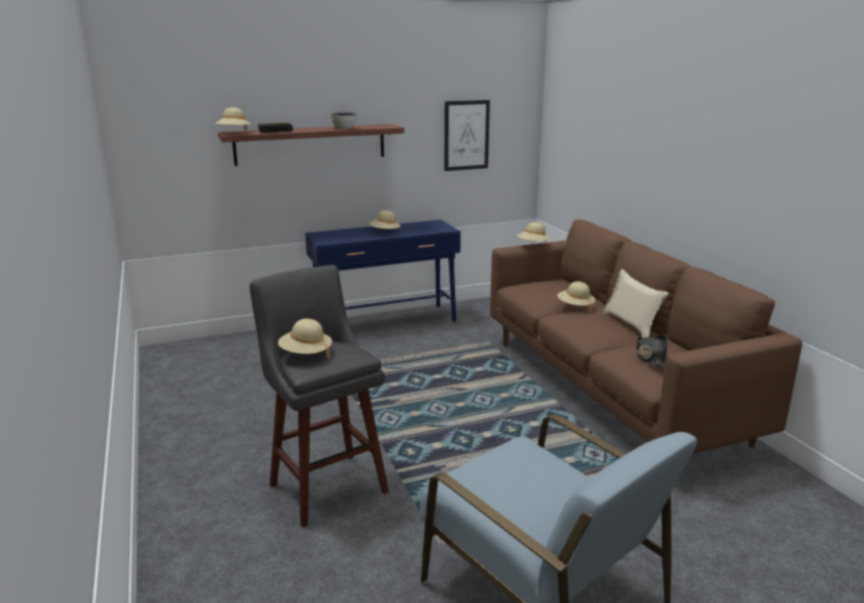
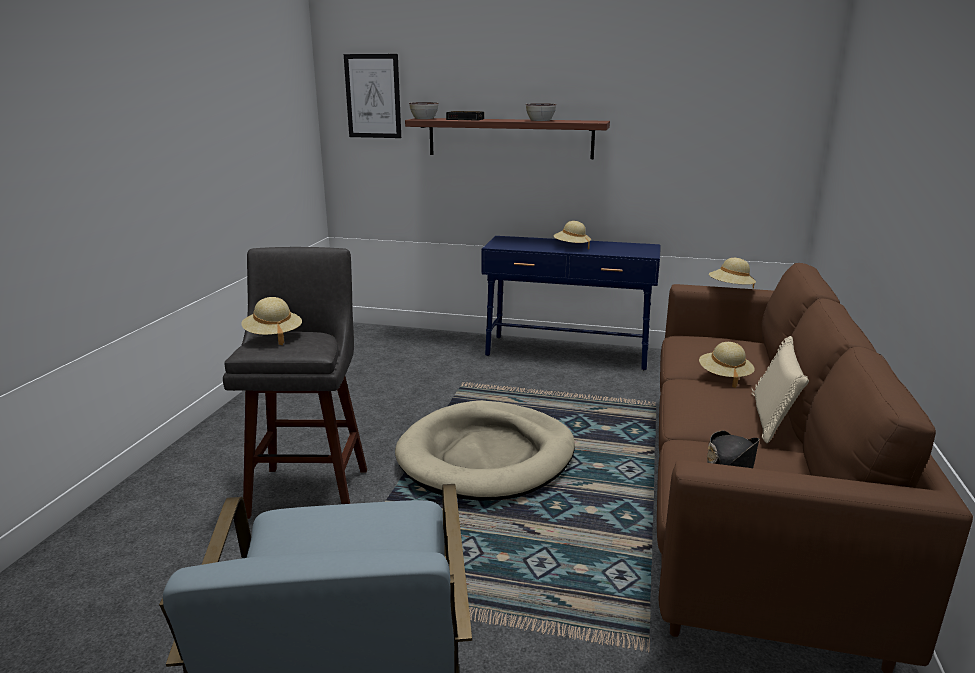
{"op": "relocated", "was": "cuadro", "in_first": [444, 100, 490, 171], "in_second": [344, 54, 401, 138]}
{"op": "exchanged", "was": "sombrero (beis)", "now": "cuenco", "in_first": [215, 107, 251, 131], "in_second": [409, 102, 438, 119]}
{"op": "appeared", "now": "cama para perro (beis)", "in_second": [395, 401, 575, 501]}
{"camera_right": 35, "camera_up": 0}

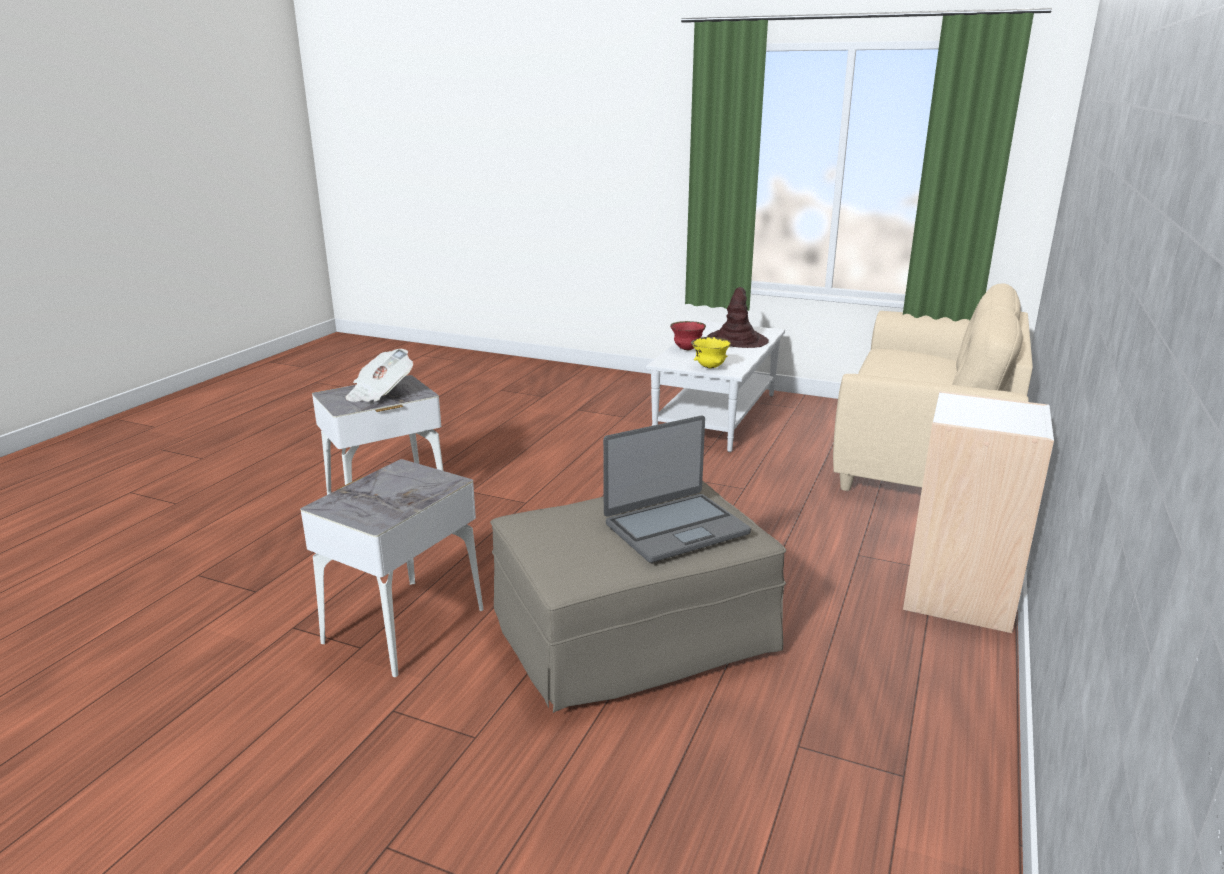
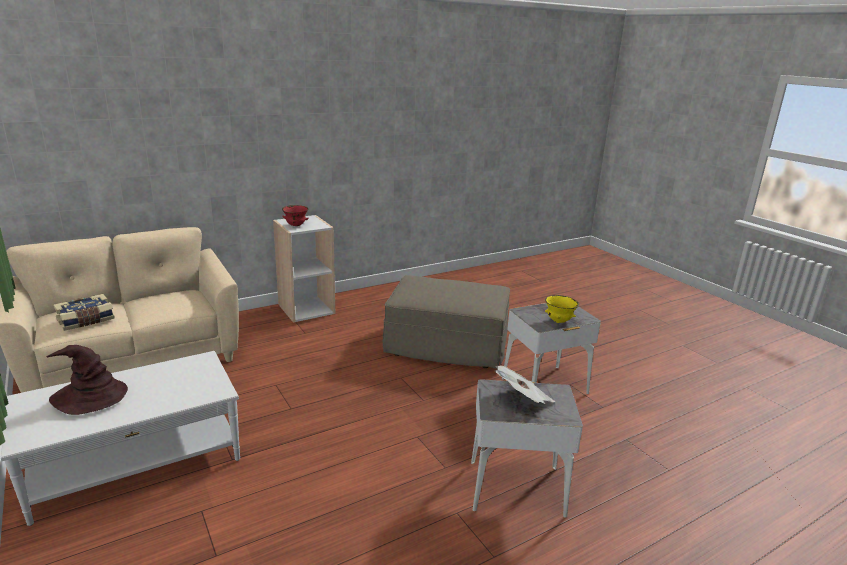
{"op": "relocated", "was": "cuenco (rojo)", "in_first": [670, 321, 706, 350], "in_second": [282, 205, 309, 226]}
{"op": "relocated", "was": "cuenco (amarillo)", "in_first": [691, 337, 731, 369], "in_second": [545, 295, 579, 323]}
{"op": "missing", "was": "portátil", "in_first": [603, 416, 751, 563]}
{"op": "appeared", "now": "libro", "in_second": [53, 294, 114, 331]}
{"camera_right": -145, "camera_up": 0}

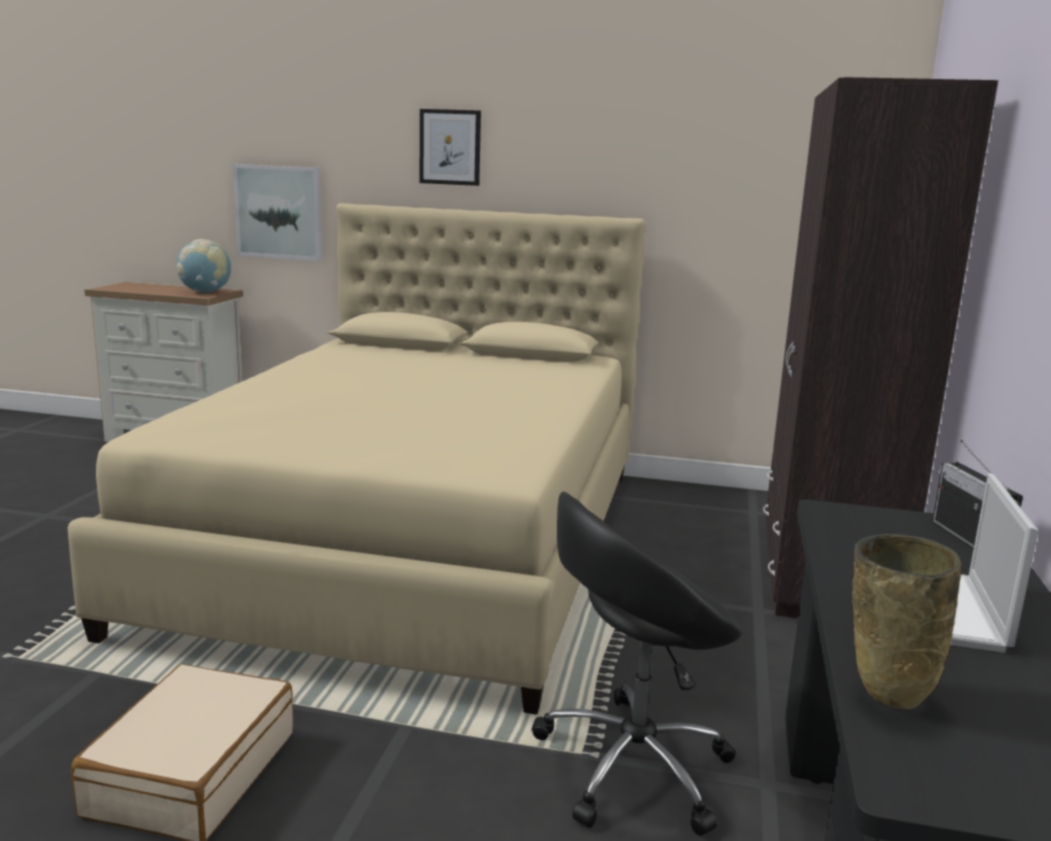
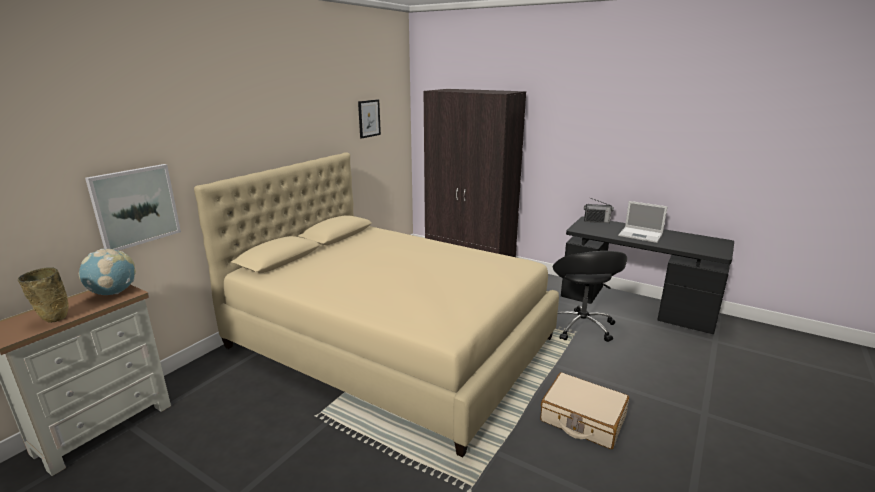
{"op": "relocated", "was": "cuadro", "in_first": [420, 109, 481, 186], "in_second": [358, 99, 381, 139]}
{"op": "relocated", "was": "florero (beis)", "in_first": [852, 534, 961, 709], "in_second": [18, 267, 69, 323]}
{"camera_right": -70, "camera_up": 5}

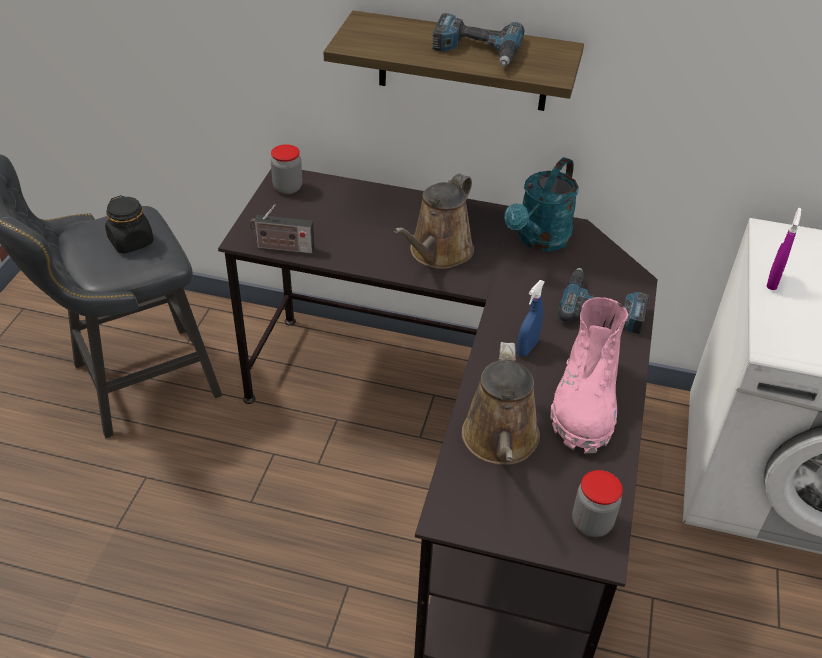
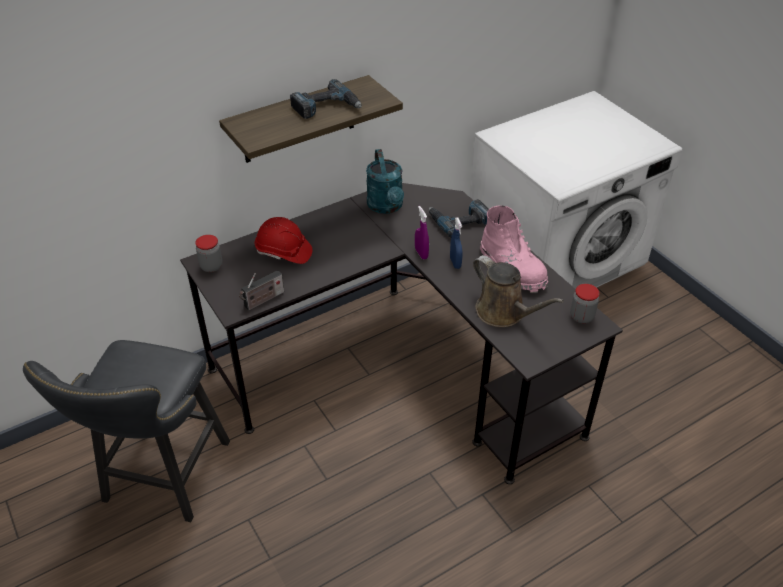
{"op": "missing", "was": "regadera (marrón)", "in_first": [394, 174, 474, 269]}
{"op": "missing", "was": "tarro (negro)", "in_first": [105, 195, 154, 254]}
{"op": "relocated", "was": "pulverizador (morado)", "in_first": [766, 208, 801, 290], "in_second": [415, 206, 429, 259]}
{"op": "appeared", "now": "casco (rojo)", "in_second": [255, 217, 313, 264]}
{"camera_right": -45, "camera_up": 0}

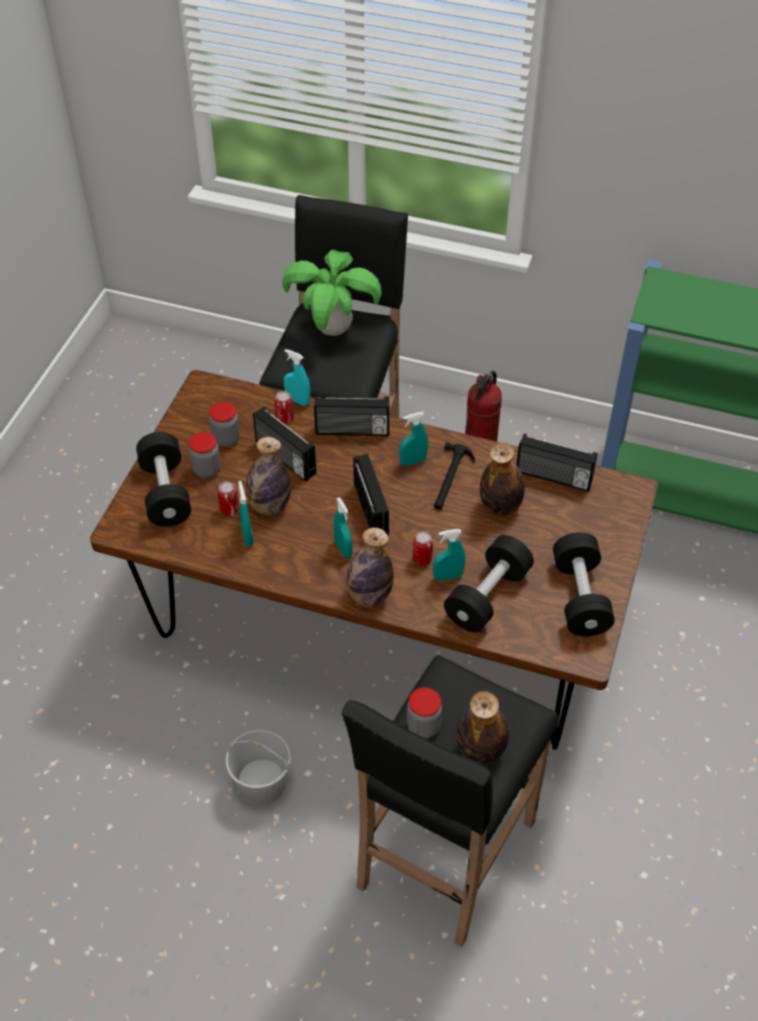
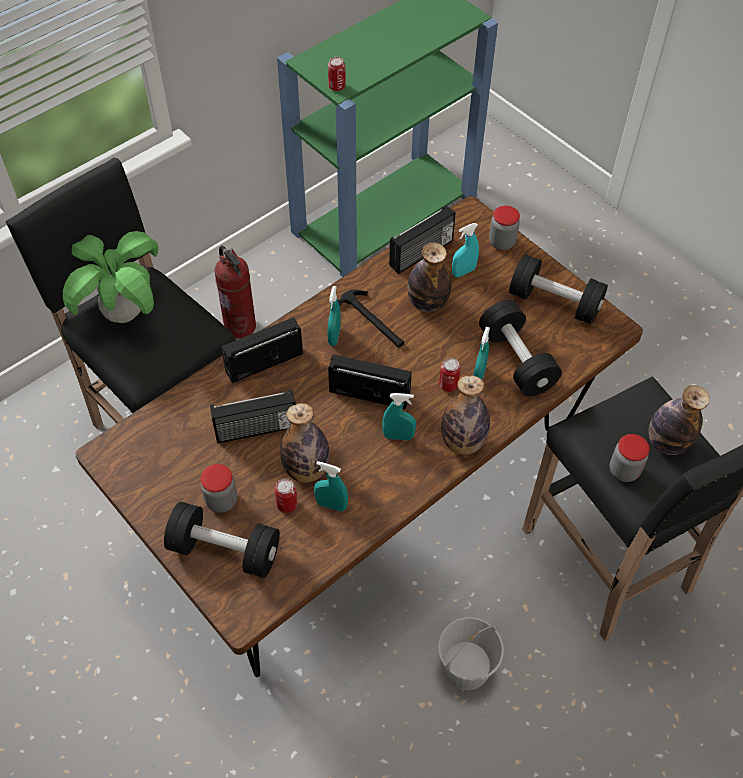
{"op": "relocated", "was": "pulverizador (turquesa)", "in_first": [284, 349, 310, 406], "in_second": [452, 223, 479, 277]}
{"op": "relocated", "was": "lata", "in_first": [274, 391, 294, 424], "in_second": [328, 57, 346, 91]}
{"op": "spun", "was": "radio", "in_first": [314, 396, 389, 436], "in_second": [221, 317, 303, 383], "clockwise": -150}
{"op": "relocated", "was": "tarro", "in_first": [209, 402, 240, 447], "in_second": [489, 206, 520, 250]}
{"camera_right": -60, "camera_up": 5}

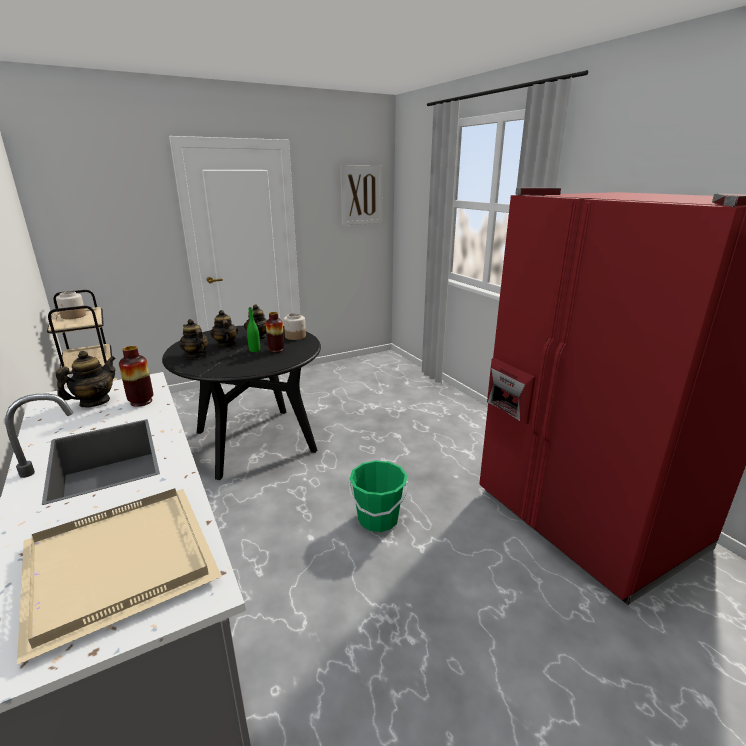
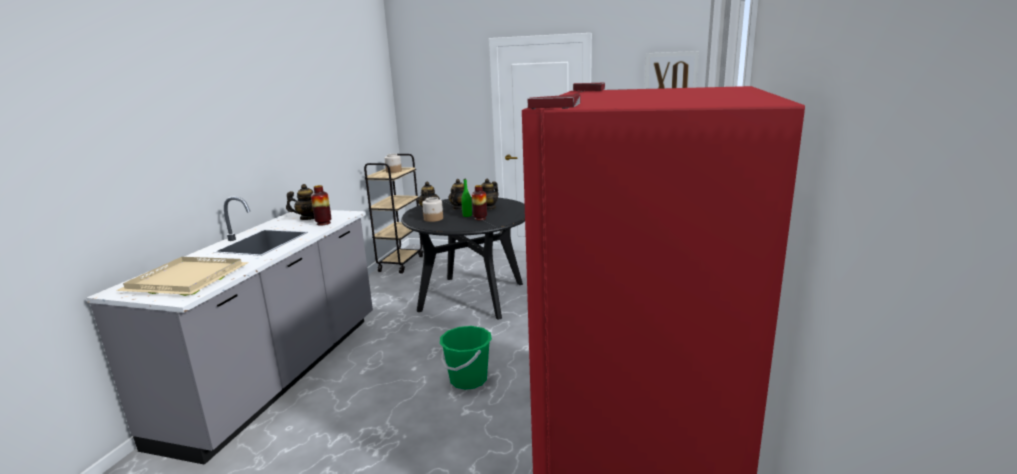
{"op": "relocated", "was": "tarro", "in_first": [284, 313, 306, 340], "in_second": [422, 197, 443, 222]}
{"camera_right": 45, "camera_up": -5}

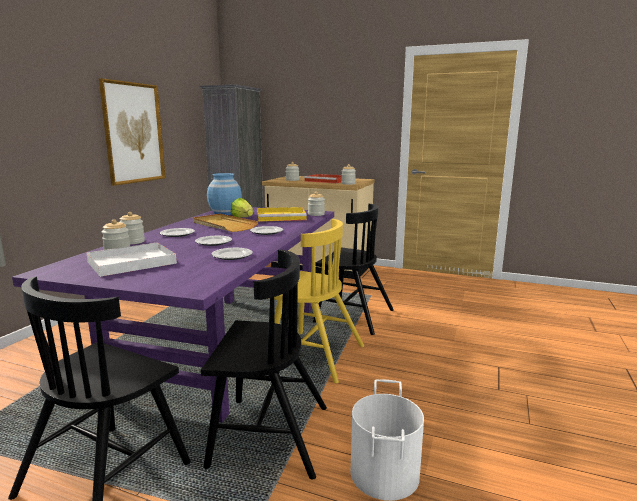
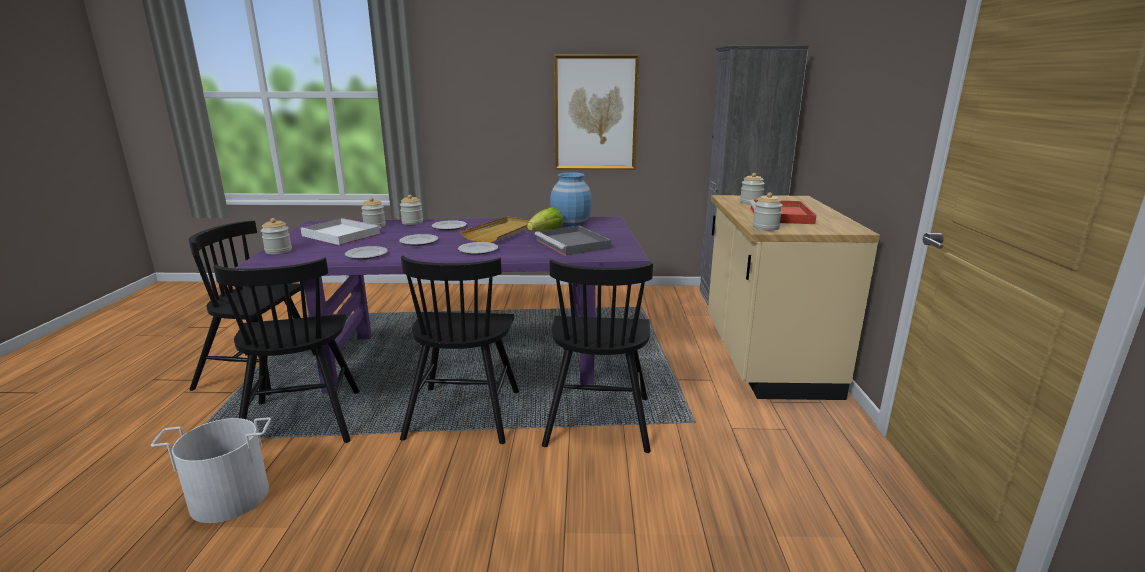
{"op": "relocated", "was": "tarro", "in_first": [308, 192, 325, 216], "in_second": [261, 218, 292, 254]}
{"op": "colour", "was": "bandeja (amarillo)", "now": "bandeja (gris)", "in_first": [257, 207, 307, 221], "in_second": [535, 226, 611, 256]}
{"op": "colour", "was": "silla (amarillo)", "now": "silla (negro)", "in_first": [268, 219, 364, 383], "in_second": [400, 256, 519, 444]}
{"camera_right": 70, "camera_up": 5}

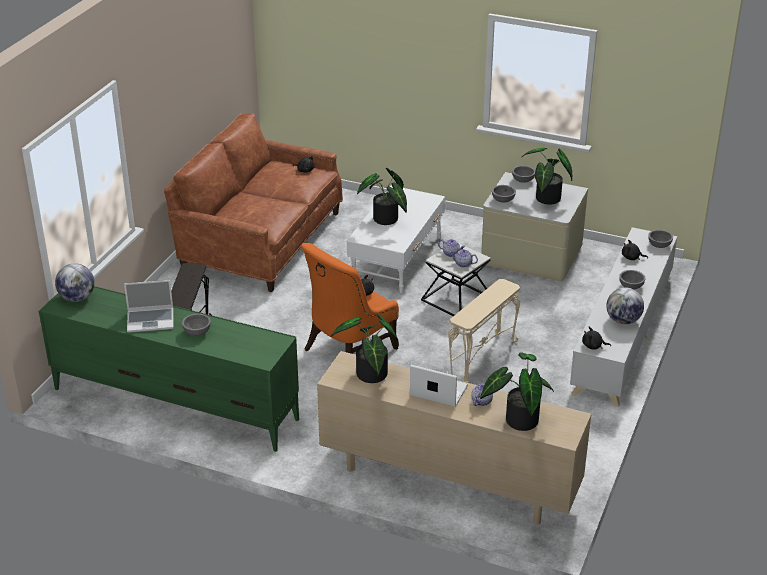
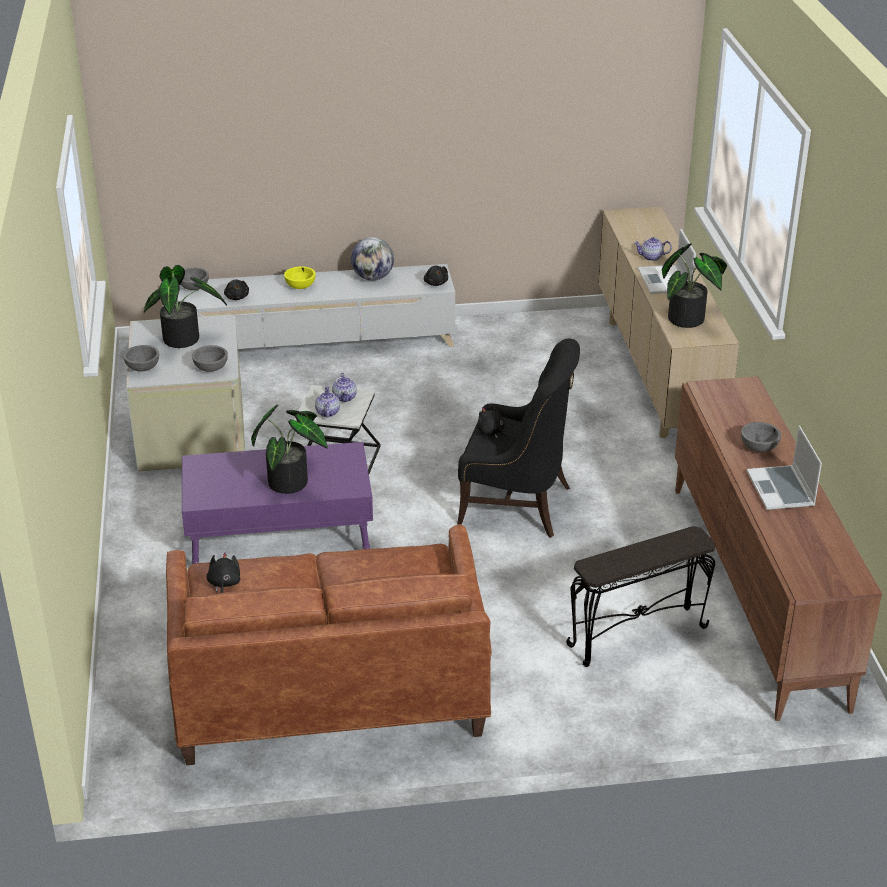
{"op": "colour", "was": "mesa de centro (blanco)", "now": "mesa de centro (morado)", "in_first": [347, 185, 445, 293], "in_second": [182, 442, 373, 565]}
{"op": "colour", "was": "sillón (naranja)", "now": "sillón (negro)", "in_first": [301, 243, 399, 354], "in_second": [457, 338, 580, 538]}
{"op": "missing", "was": "globo terráqueo", "in_first": [55, 263, 95, 302]}
{"op": "colour", "was": "cuenco (gris)", "now": "cuenco (amarillo)", "in_first": [619, 270, 645, 290], "in_second": [284, 266, 316, 289]}
{"op": "missing", "was": "mesa auxiliar (beis)", "in_first": [446, 279, 520, 383]}
{"op": "spun", "was": "portátil", "in_first": [124, 280, 173, 333], "in_second": [747, 426, 822, 510], "clockwise": -150}
{"op": "colour", "was": "armario (verde)", "now": "armario (marrón)", "in_first": [39, 286, 299, 452], "in_second": [675, 376, 882, 721]}
{"op": "missing", "was": "planta en maceta", "in_first": [480, 352, 554, 431]}
{"camera_right": -120, "camera_up": 0}

